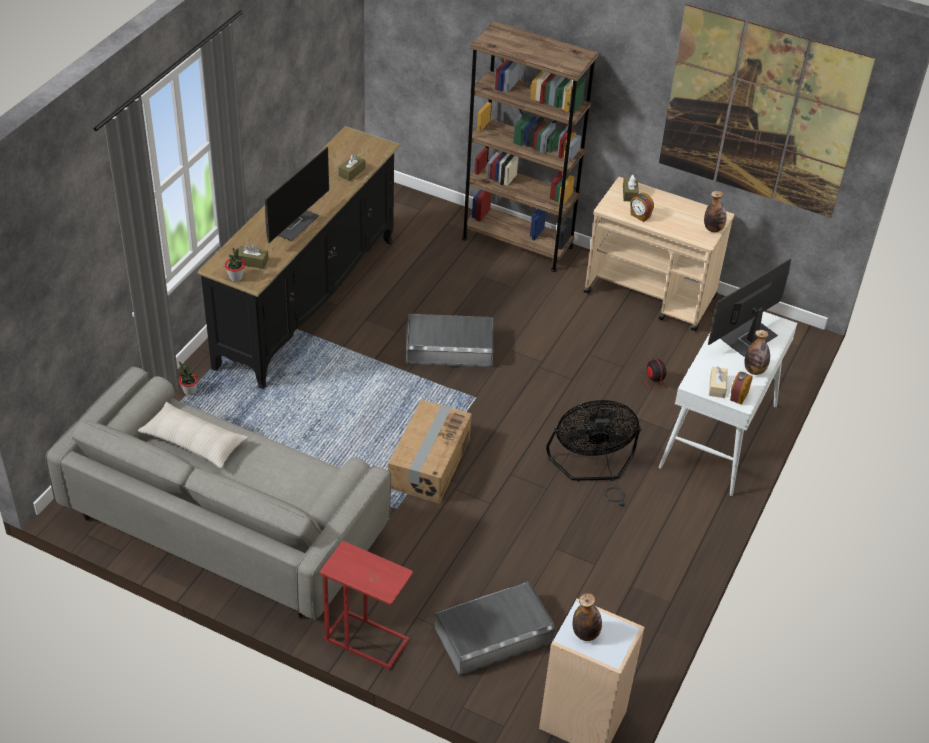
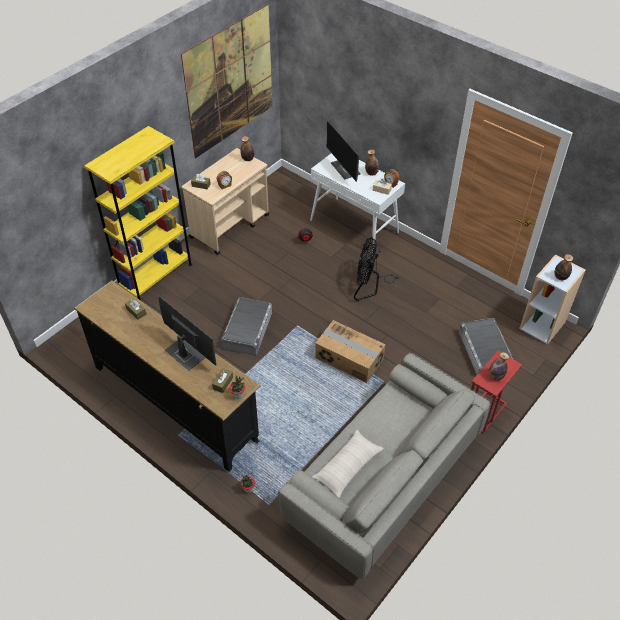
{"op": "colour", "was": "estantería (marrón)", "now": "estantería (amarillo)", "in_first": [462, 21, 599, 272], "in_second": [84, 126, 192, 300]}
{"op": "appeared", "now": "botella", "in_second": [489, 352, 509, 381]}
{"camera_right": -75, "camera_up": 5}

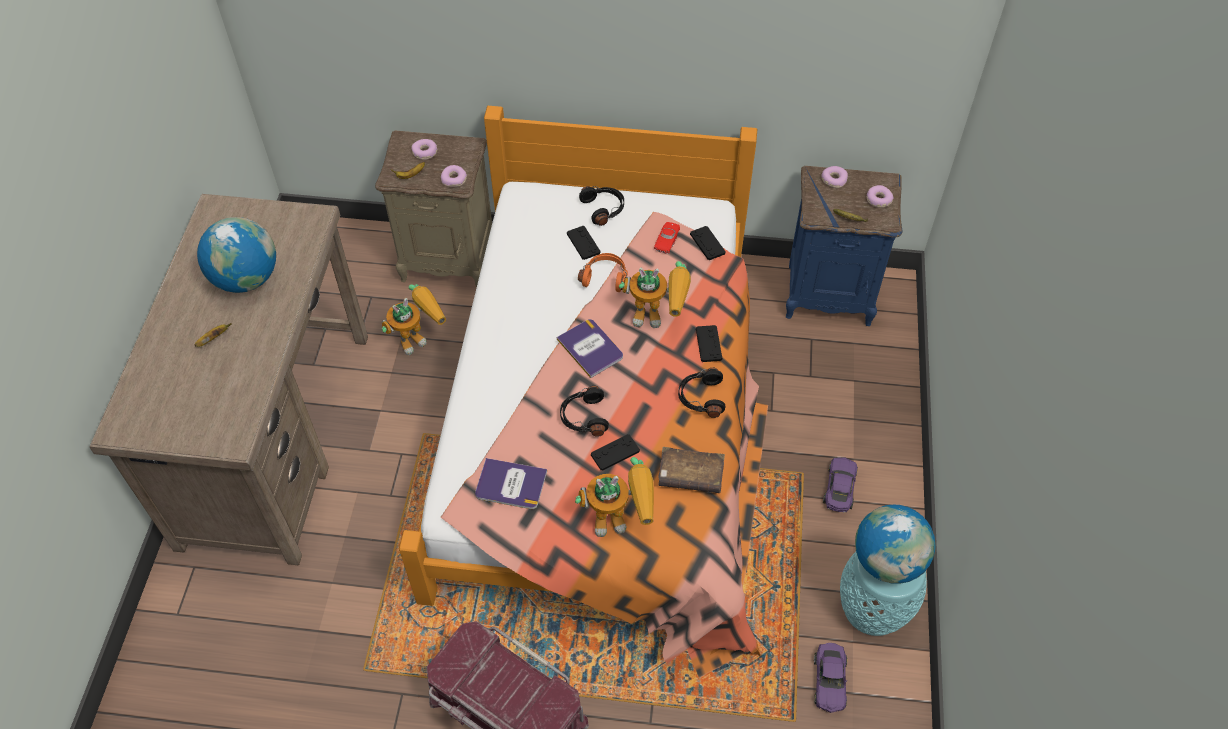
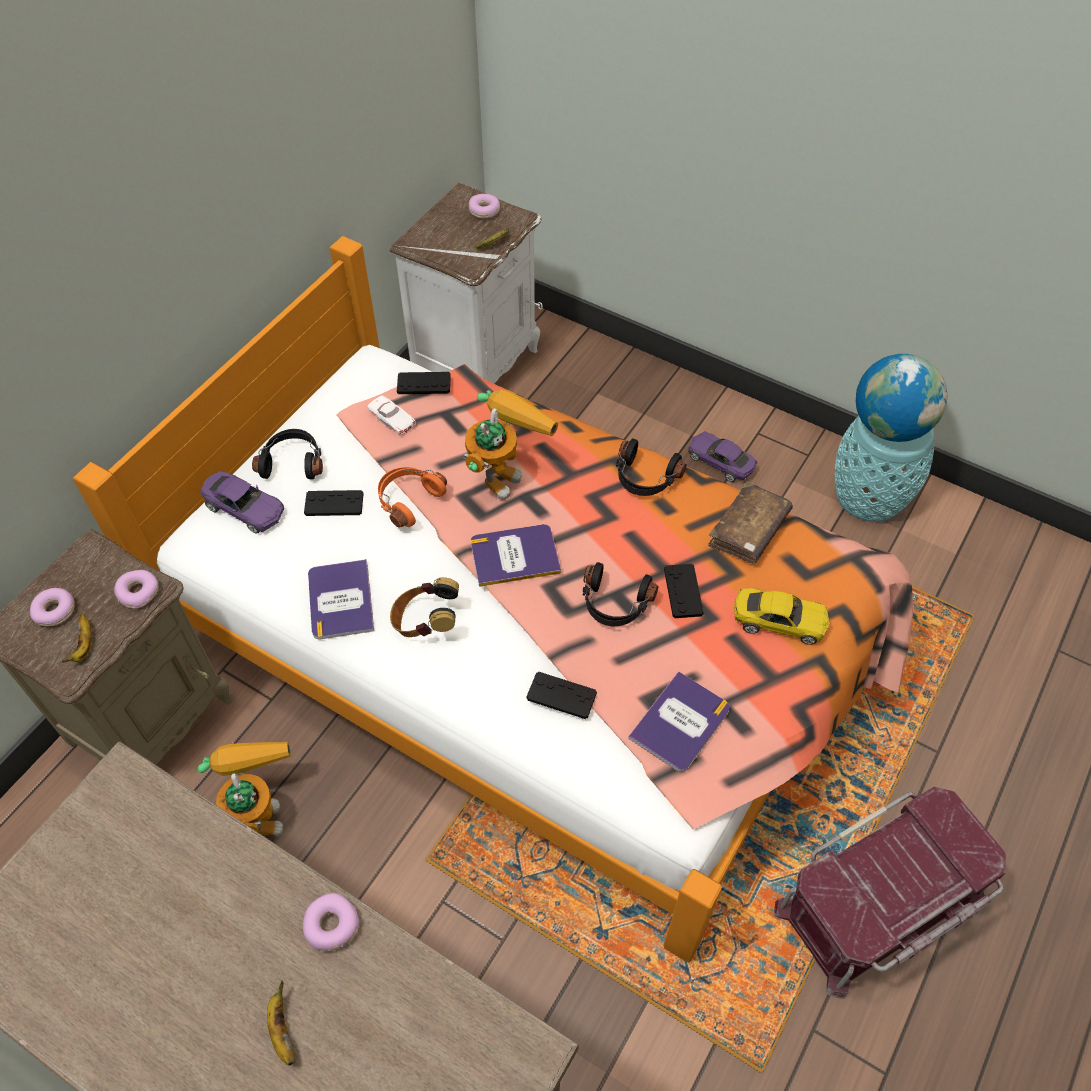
{"op": "colour", "was": "mesita de noche (azul)", "now": "mesita de noche (blanco)", "in_first": [786, 166, 902, 326], "in_second": [390, 182, 543, 384]}
{"op": "relocated", "was": "rosquilla", "in_first": [821, 166, 848, 188], "in_second": [303, 893, 359, 951]}
{"op": "missing", "was": "globo terráqueo", "in_first": [197, 217, 276, 293]}
{"op": "colour", "was": "coche de juguete (rojo)", "now": "coche de juguete (blanco)", "in_first": [654, 222, 680, 254], "in_second": [368, 396, 416, 435]}
{"op": "relocated", "was": "mando de consola (negro)", "in_first": [696, 325, 722, 362], "in_second": [526, 671, 597, 719]}
{"op": "exchanged", "was": "robot de juguete", "now": "coche de juguete (amarillo)", "in_first": [575, 457, 654, 537], "in_second": [734, 588, 830, 645]}
{"op": "relocated", "was": "coche de juguete (morado)", "in_first": [814, 643, 847, 713], "in_second": [200, 471, 284, 534]}
{"op": "appeared", "now": "libro", "in_second": [308, 559, 374, 639]}
{"op": "appeared", "now": "auriculares", "in_second": [390, 577, 459, 637]}
{"camera_right": -65, "camera_up": 0}

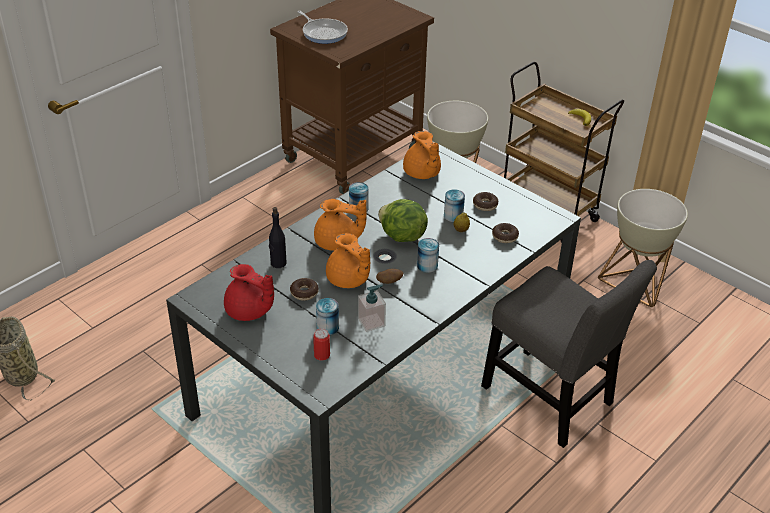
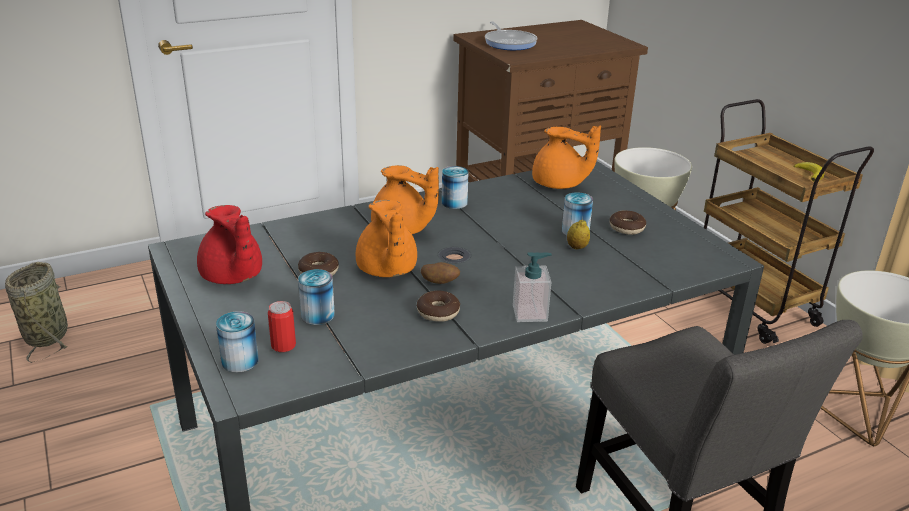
{"op": "spun", "was": "tetera (naranja)", "in_first": [403, 131, 441, 179], "in_second": [532, 125, 601, 189], "clockwise": -60}
{"op": "missing", "was": "lechuga", "in_first": [378, 199, 428, 242]}
{"op": "missing", "was": "botella (negro)", "in_first": [269, 207, 287, 268]}
{"op": "relocated", "was": "rosquilla", "in_first": [492, 223, 519, 243], "in_second": [417, 290, 460, 322]}
{"op": "relocated", "was": "lata", "in_first": [417, 238, 439, 273], "in_second": [216, 311, 259, 372]}
{"op": "relocated", "was": "dispensador de jabón", "in_first": [358, 284, 386, 332], "in_second": [513, 252, 552, 322]}
{"camera_right": 20, "camera_up": -10}

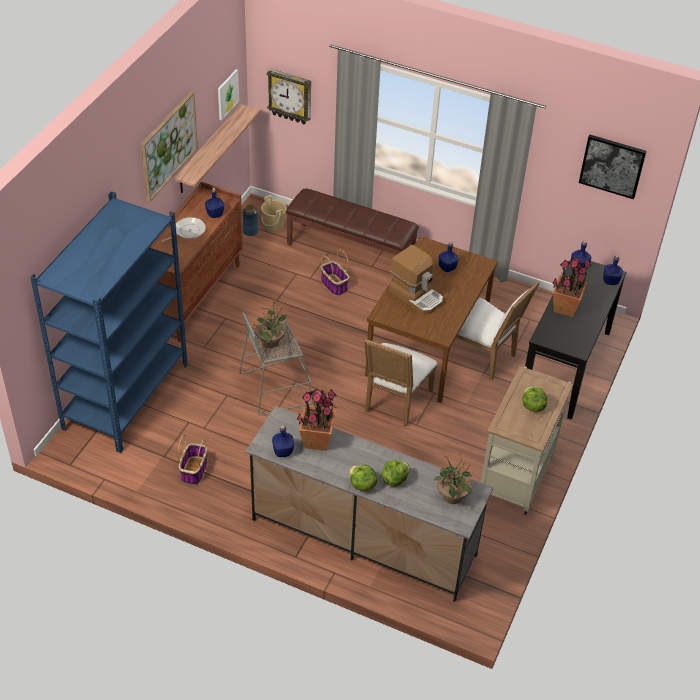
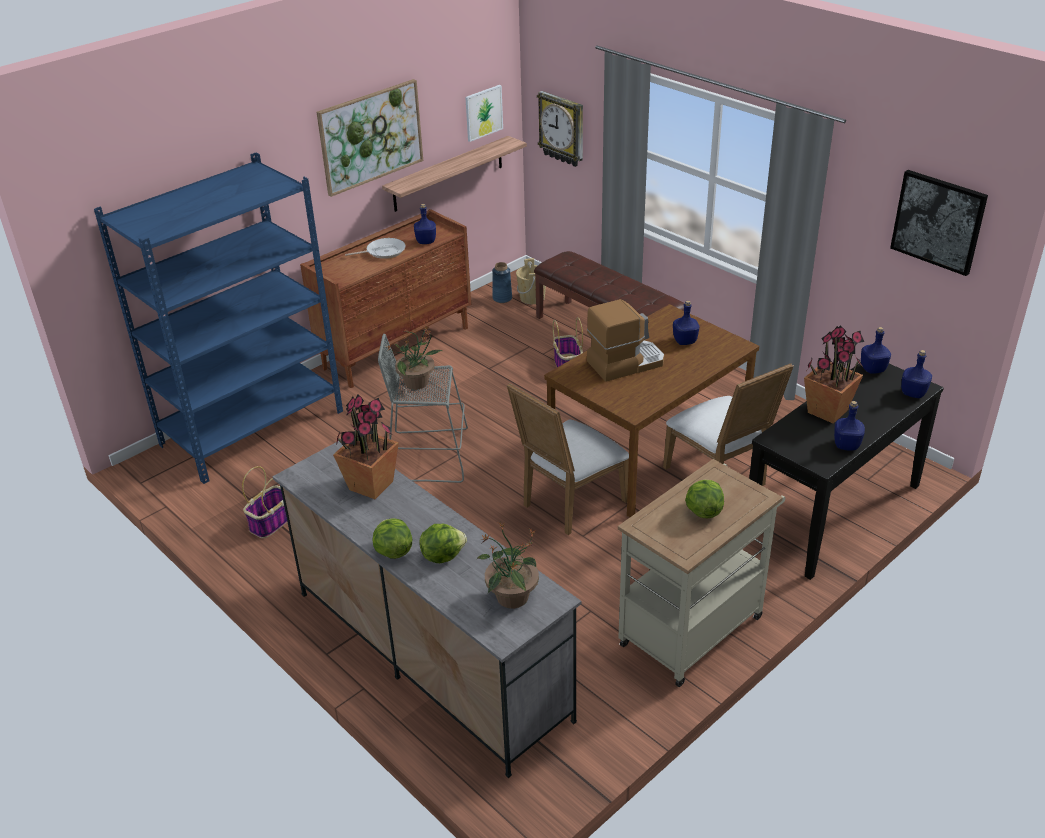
{"op": "spun", "was": "cafetera", "in_first": [389, 245, 443, 315], "in_second": [587, 299, 664, 382], "clockwise": -90}
{"op": "relocated", "was": "botella (azul)", "in_first": [272, 425, 294, 457], "in_second": [834, 401, 865, 451]}
{"camera_right": 25, "camera_up": -10}

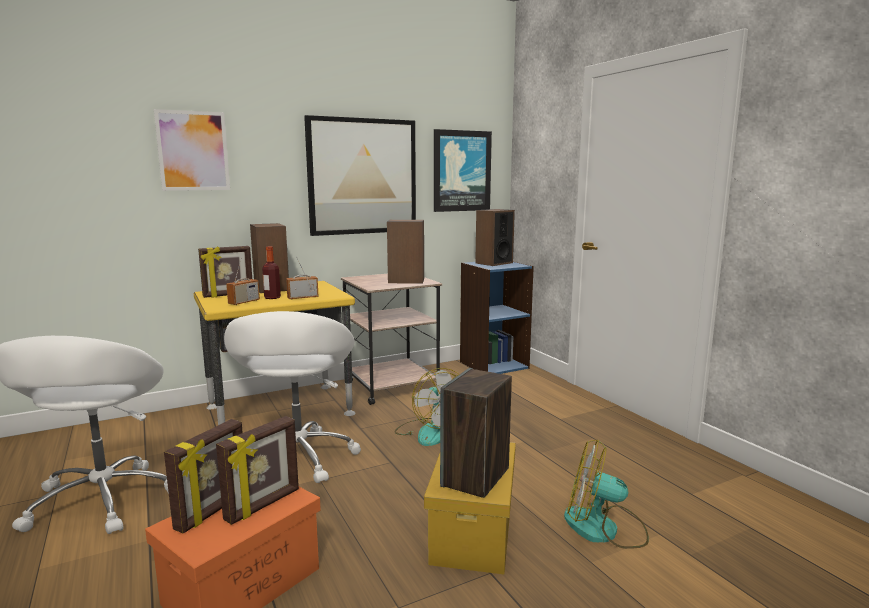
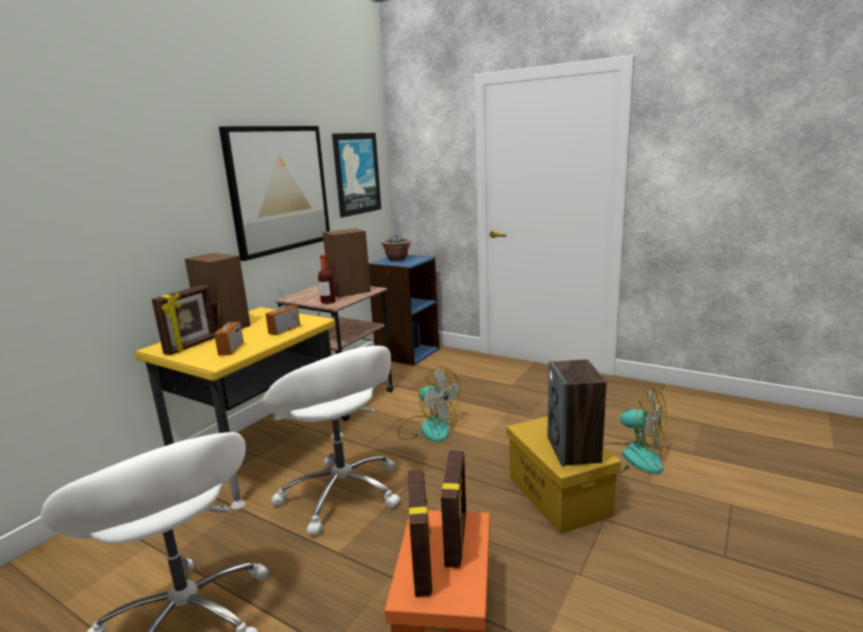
{"op": "missing", "was": "cuadro", "in_first": [154, 109, 230, 191]}
{"op": "exchanged", "was": "altavoz", "now": "planta en maceta", "in_first": [475, 209, 515, 266], "in_second": [381, 235, 411, 261]}
{"op": "relocated", "was": "botella", "in_first": [262, 246, 281, 299], "in_second": [318, 254, 336, 304]}
{"op": "spun", "was": "ventilador", "in_first": [564, 440, 649, 549], "in_second": [603, 387, 667, 474], "clockwise": -135}
{"camera_right": -30, "camera_up": 5}

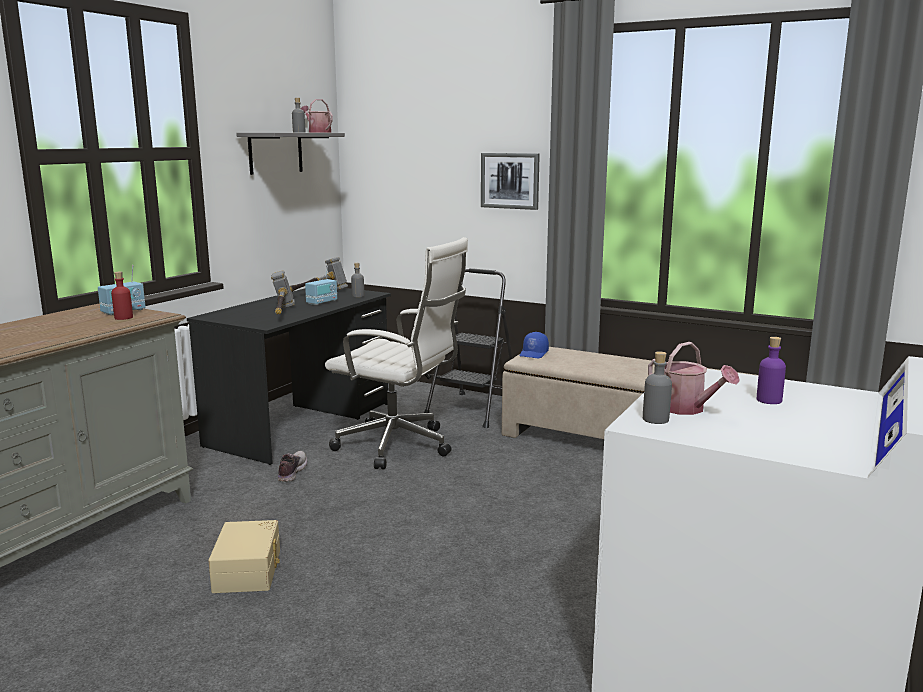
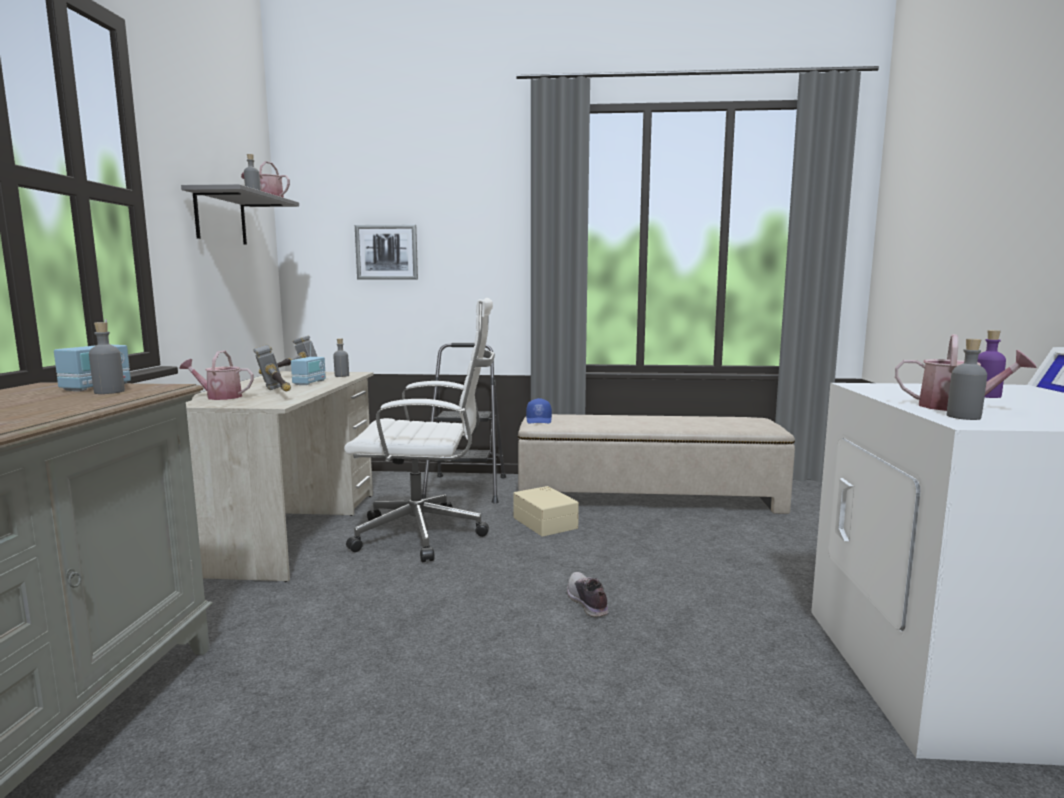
{"op": "relocated", "was": "cuadro", "in_first": [481, 153, 540, 210], "in_second": [355, 225, 418, 280]}
{"op": "colour", "was": "botella (rojo)", "now": "botella (gris)", "in_first": [111, 272, 133, 320], "in_second": [89, 322, 125, 394]}
{"op": "colour", "was": "escritorio (negro)", "now": "escritorio (beis)", "in_first": [187, 288, 391, 465], "in_second": [186, 371, 374, 582]}
{"op": "relocated", "was": "zapato", "in_first": [278, 451, 307, 481], "in_second": [567, 572, 609, 617]}
{"op": "relocated", "was": "caja de almacenaje (beis)", "in_first": [208, 520, 280, 593], "in_second": [513, 486, 579, 537]}
{"op": "appeared", "now": "regadera", "in_second": [180, 350, 254, 400]}
{"camera_right": -25, "camera_up": -5}

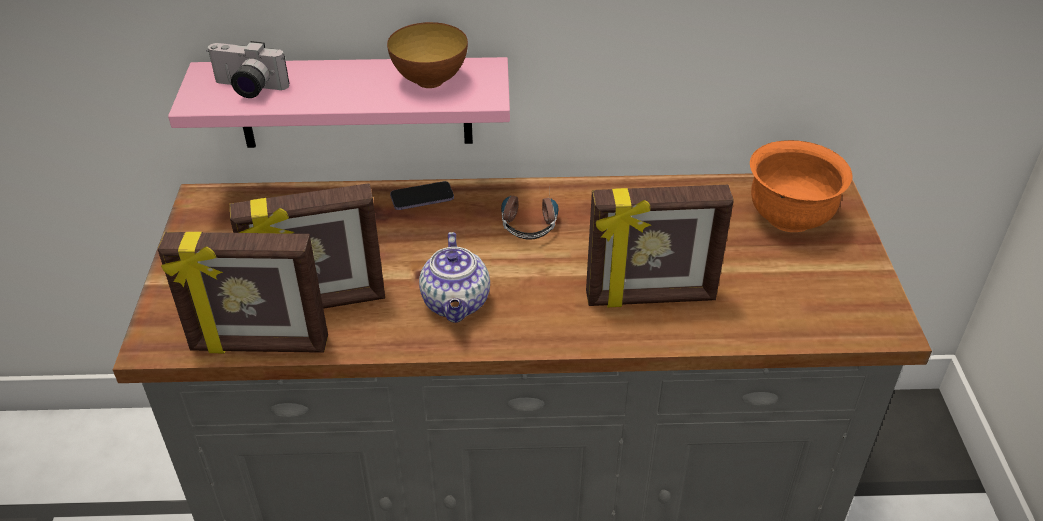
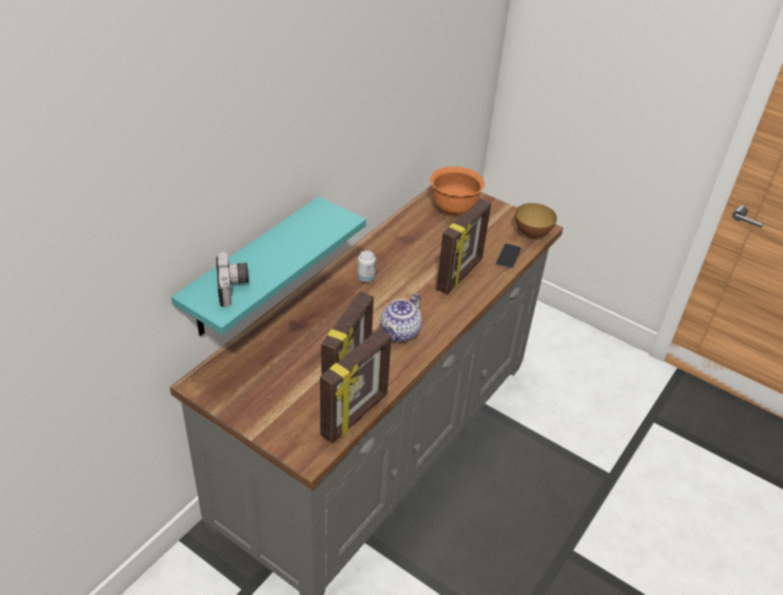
{"op": "relocated", "was": "cuenco", "in_first": [387, 22, 468, 88], "in_second": [515, 203, 557, 238]}
{"op": "spun", "was": "cámara", "in_first": [207, 41, 289, 98], "in_second": [216, 252, 249, 307], "clockwise": -60}
{"op": "colour", "was": "estante (rosa)", "now": "estante (turquesa)", "in_first": [168, 57, 510, 148], "in_second": [171, 196, 366, 336]}
{"op": "relocated", "was": "móvil", "in_first": [390, 181, 454, 210], "in_second": [496, 243, 521, 269]}
{"op": "exchanged", "was": "auriculares", "now": "lata", "in_first": [501, 186, 559, 240], "in_second": [357, 250, 376, 282]}
{"op": "spun", "was": "tetera", "in_first": [419, 232, 490, 323], "in_second": [380, 294, 422, 342], "clockwise": 90}
{"camera_right": -55, "camera_up": 0}

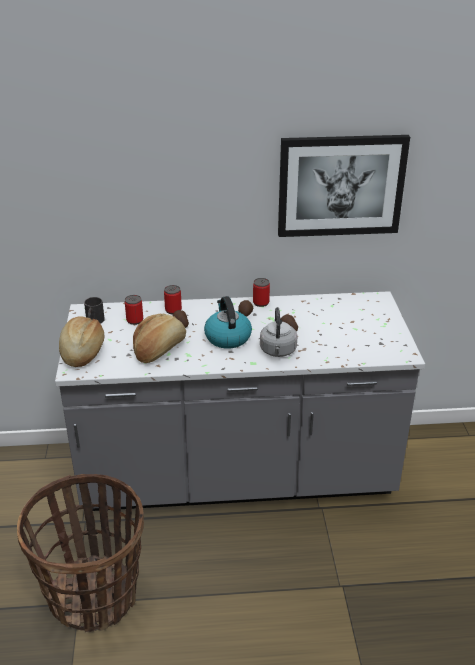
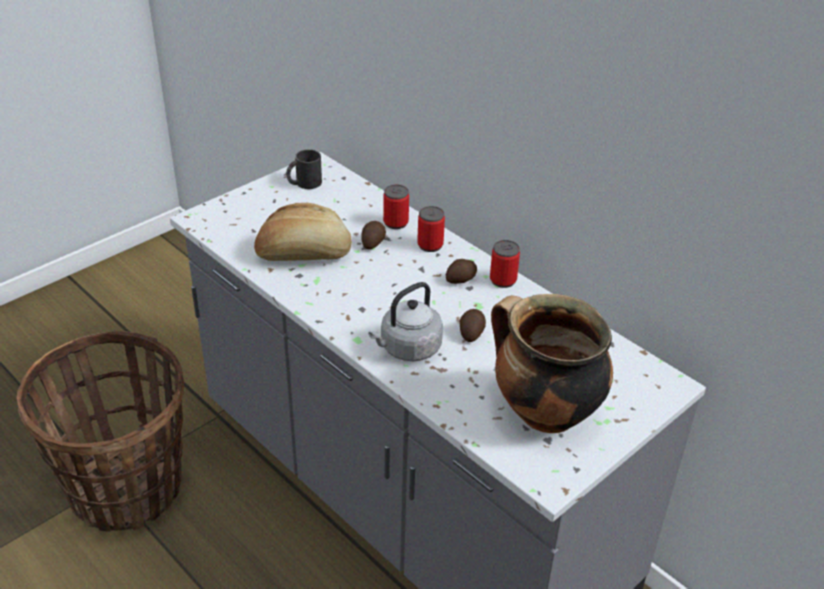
{"op": "missing", "was": "cuadro", "in_first": [278, 135, 410, 237]}
{"op": "relocated", "was": "lata", "in_first": [125, 295, 143, 325], "in_second": [417, 206, 445, 252]}
{"op": "missing", "was": "hervidor", "in_first": [204, 296, 252, 349]}
{"op": "missing", "was": "pan", "in_first": [59, 316, 104, 367]}
{"op": "appeared", "now": "olla", "in_second": [491, 294, 613, 433]}
{"camera_right": 50, "camera_up": 5}

